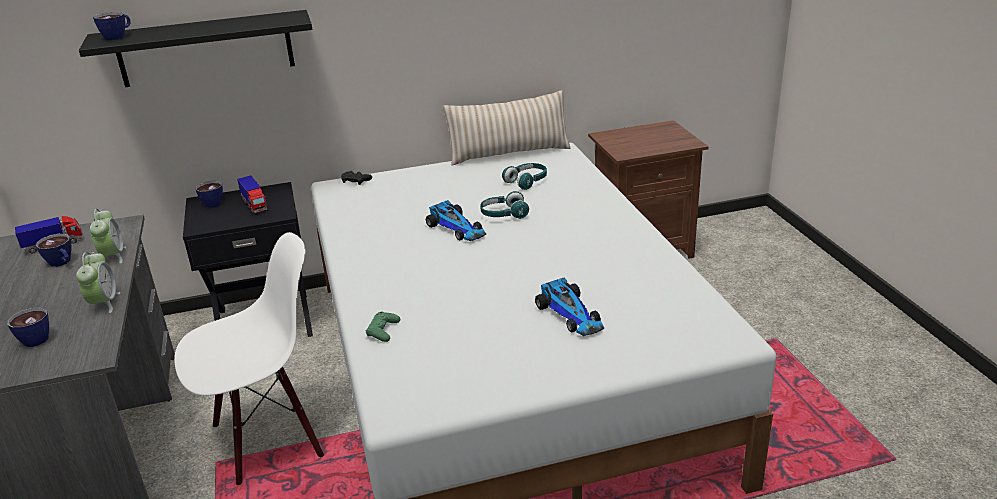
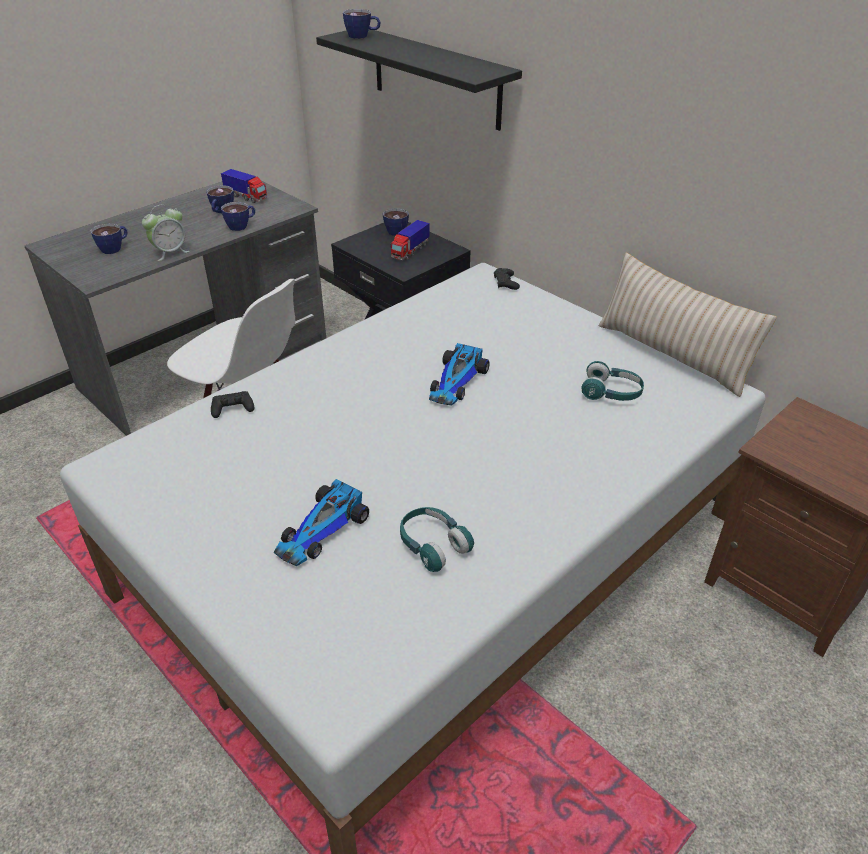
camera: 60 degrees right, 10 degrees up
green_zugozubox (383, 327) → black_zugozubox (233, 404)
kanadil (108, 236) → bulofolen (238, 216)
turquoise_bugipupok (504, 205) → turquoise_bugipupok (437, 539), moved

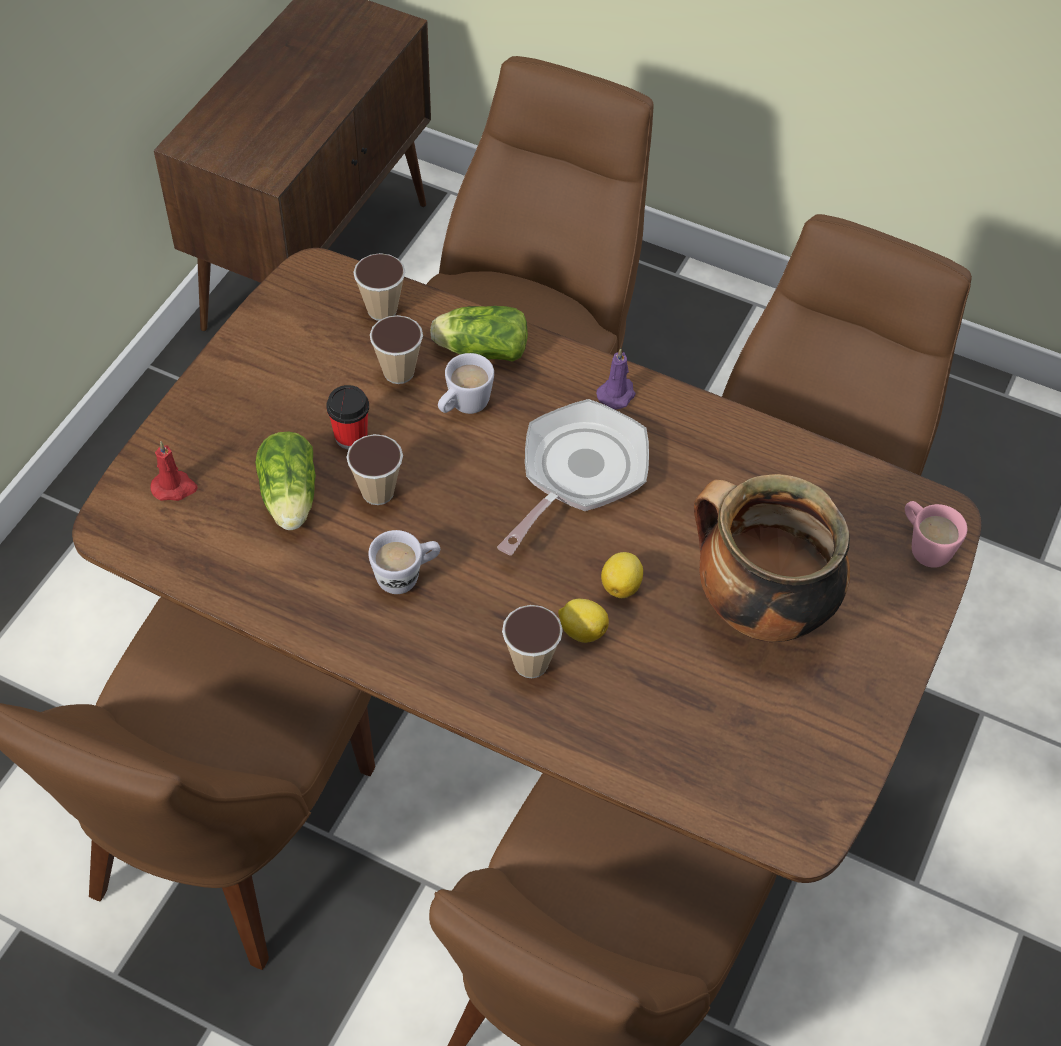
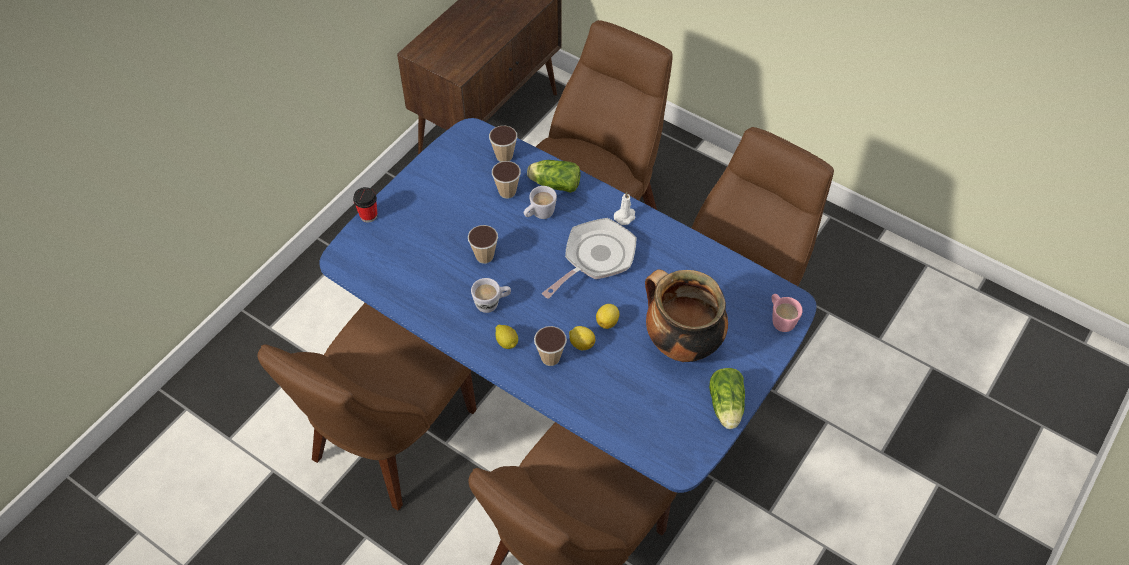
camera: 10 degrees right, 0 degrees up
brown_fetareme (526, 565) → blue_fetareme (567, 305)
bulofolen (347, 417) → bulofolen (365, 204), moved
- → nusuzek (506, 337)
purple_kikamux (616, 378) → white_kikamux (625, 208)
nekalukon (285, 481) → nekalukon (727, 398), moved
red_kikamux (174, 471) → -

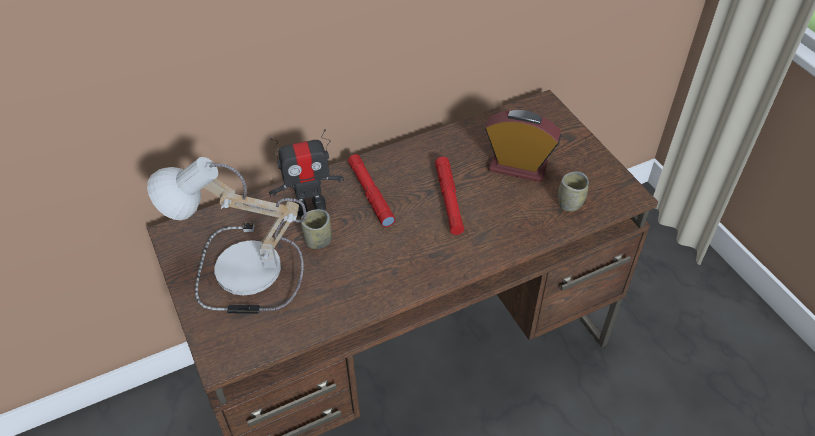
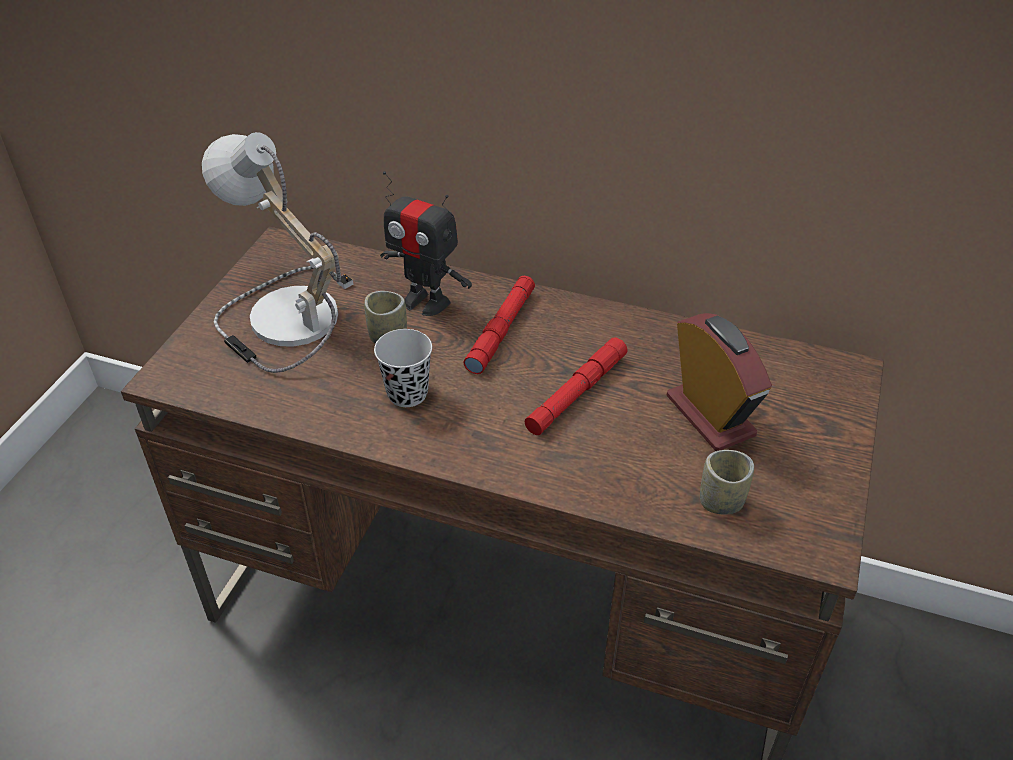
camera: 45 degrees right, 5 degrees down
- → black_bulofolen (403, 368)

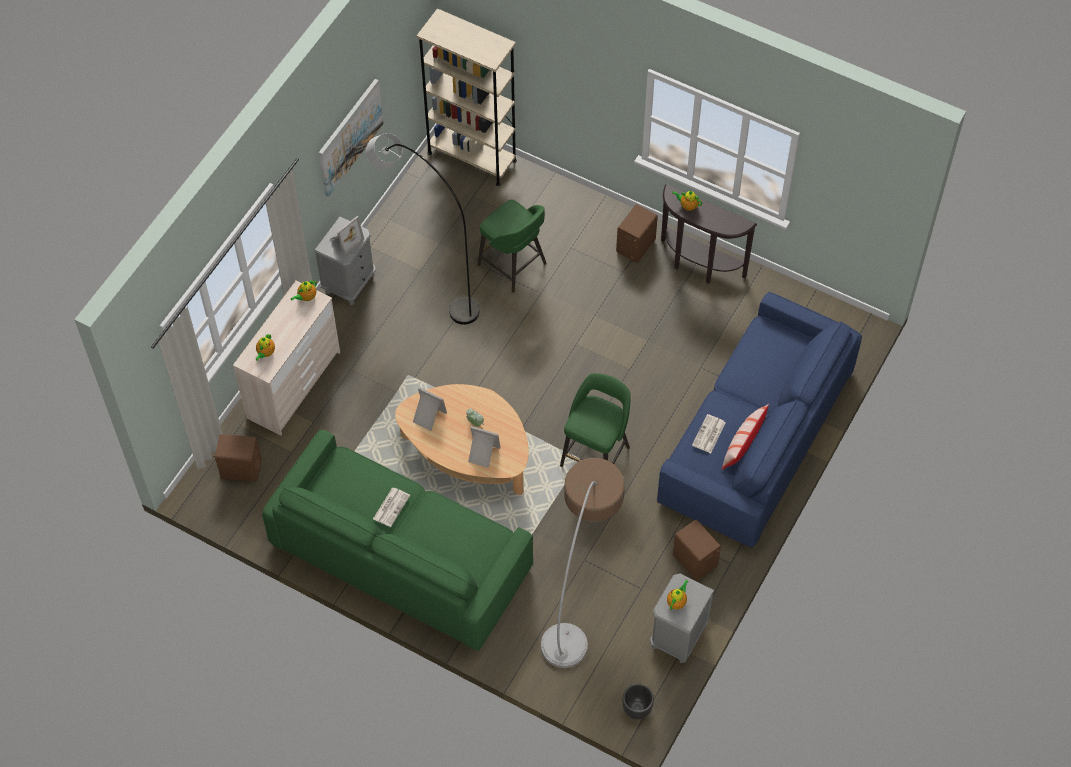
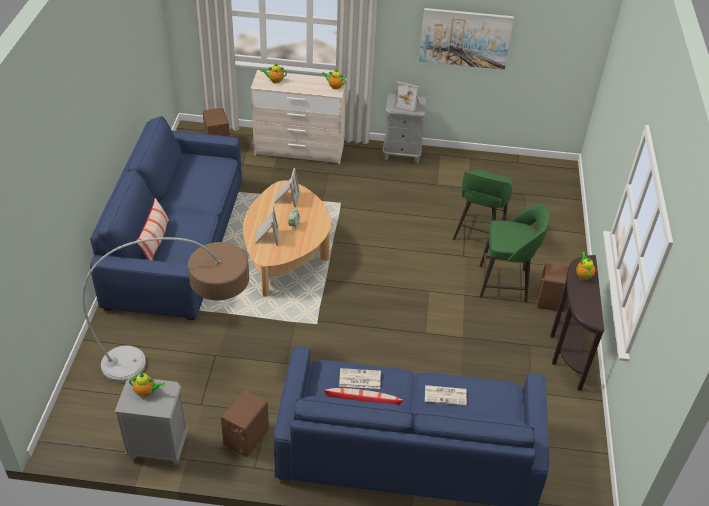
camera: 65 degrees right, 15 degrees down
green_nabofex (397, 540) → blue_nabofex (166, 218)
- → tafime (152, 229)
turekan (391, 507) → turekan (446, 395), moved
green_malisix (595, 420) → green_malisix (515, 253), moved
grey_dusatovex (422, 229) → -
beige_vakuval (466, 97) → -
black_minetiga (638, 701) → -

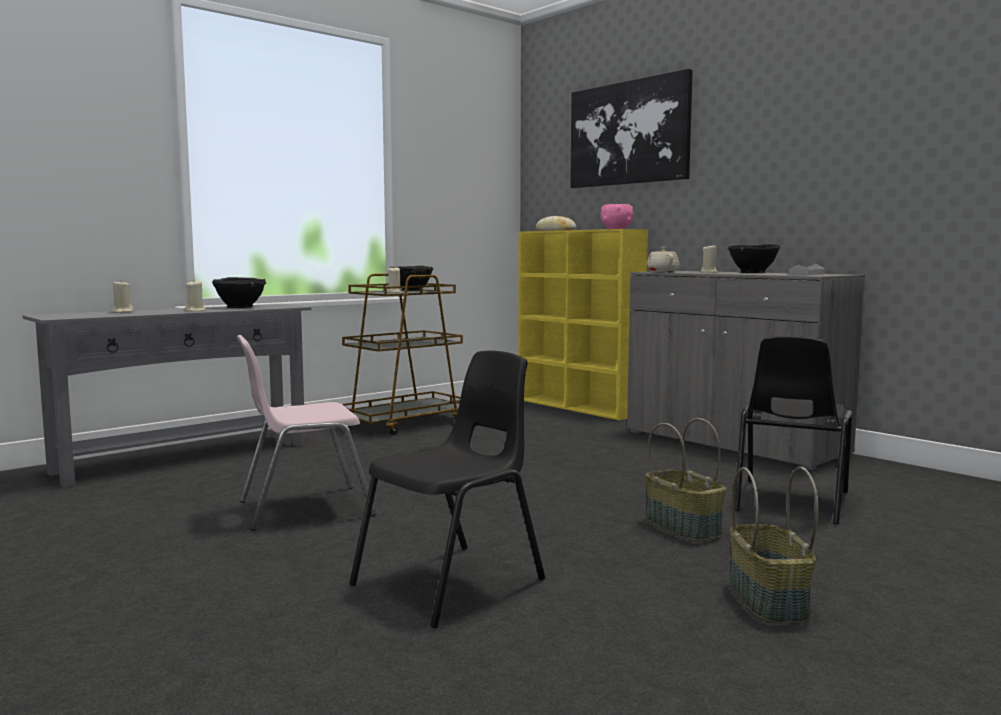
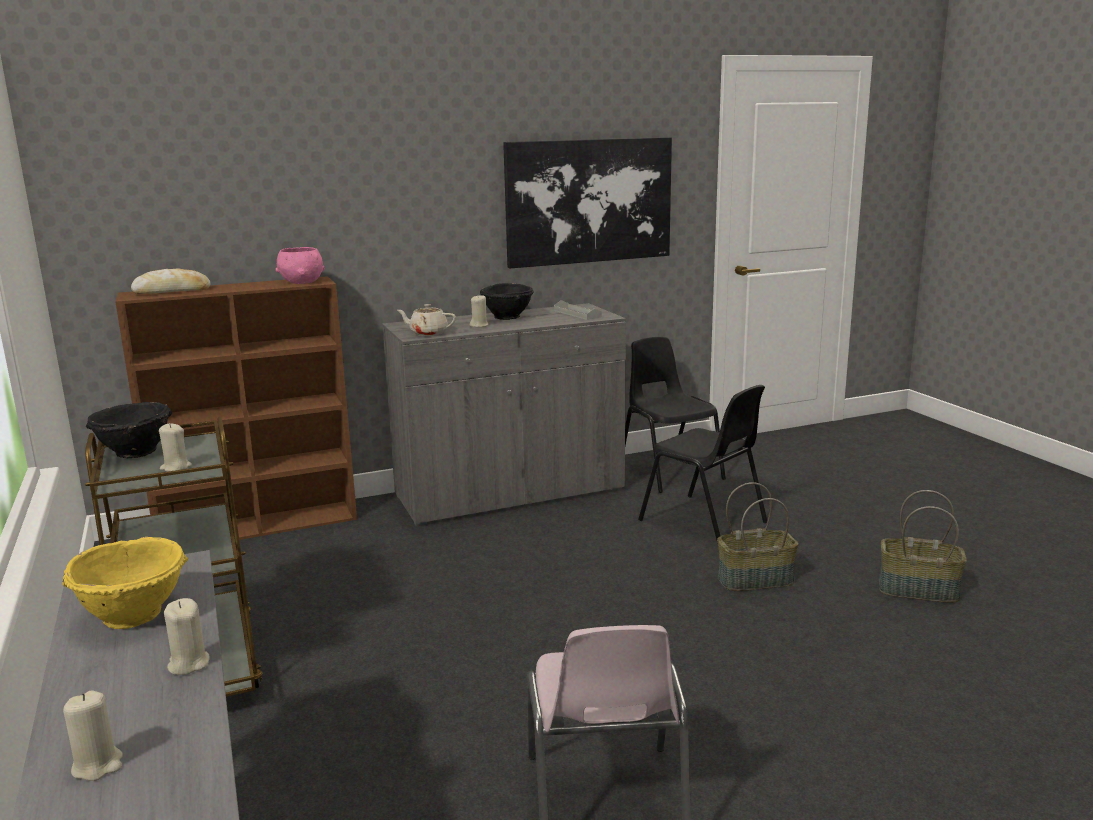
camera: 70 degrees left, 10 degrees up
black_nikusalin (239, 292) → yellow_nikusalin (125, 583)
yellow_vakuval (583, 324) → brown_vakuval (236, 408)
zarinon (631, 128) → zarinon (587, 202), moved
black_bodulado (447, 489) → black_bodulado (675, 415), moved

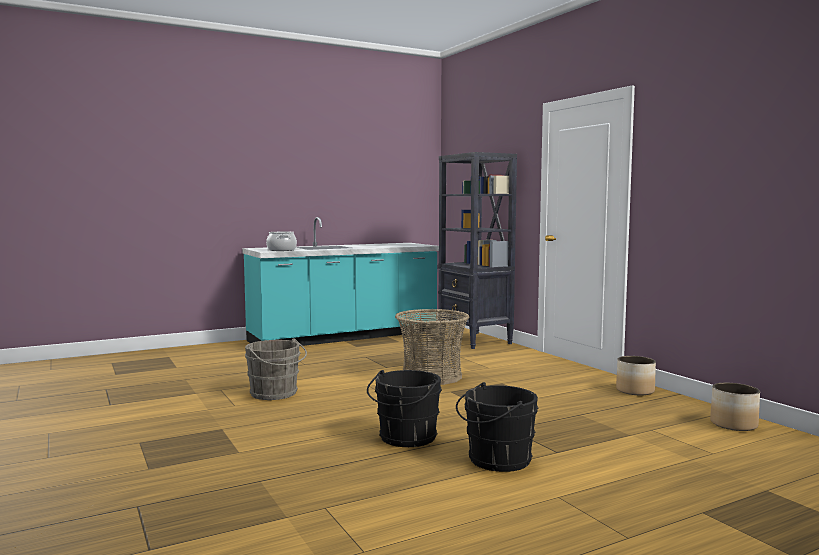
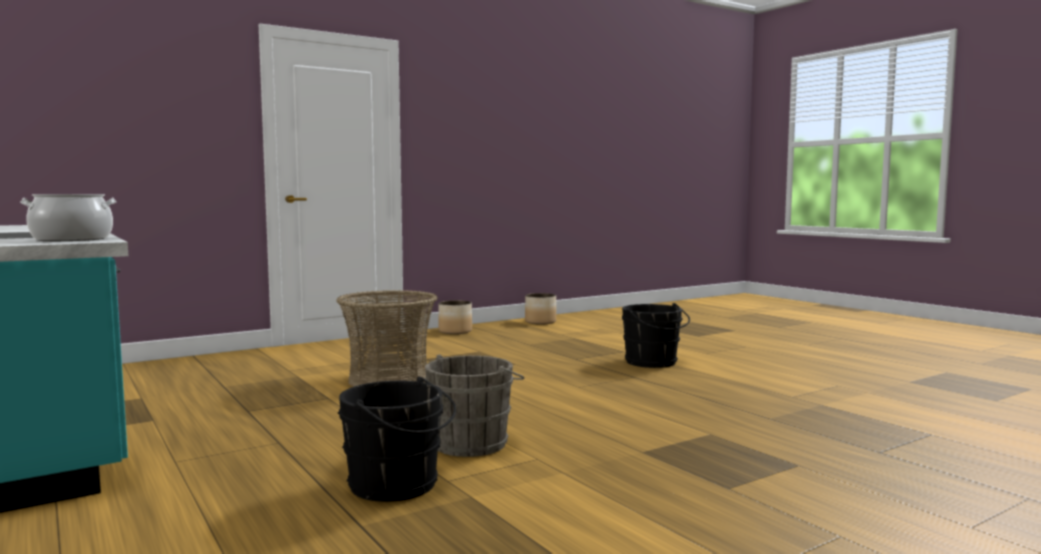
camera: 95 degrees left, 0 degrees up
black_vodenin (404, 408) → black_vodenin (397, 439), moved
black_vakuval (477, 250) → -

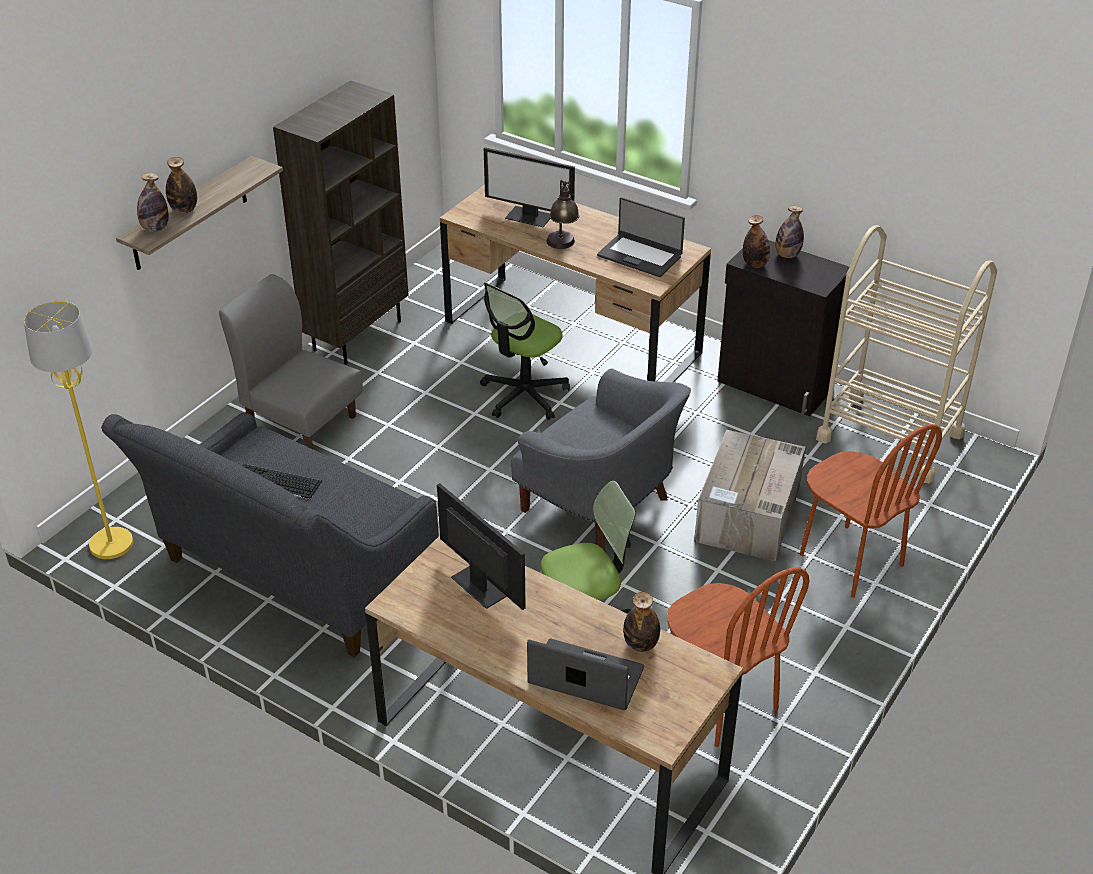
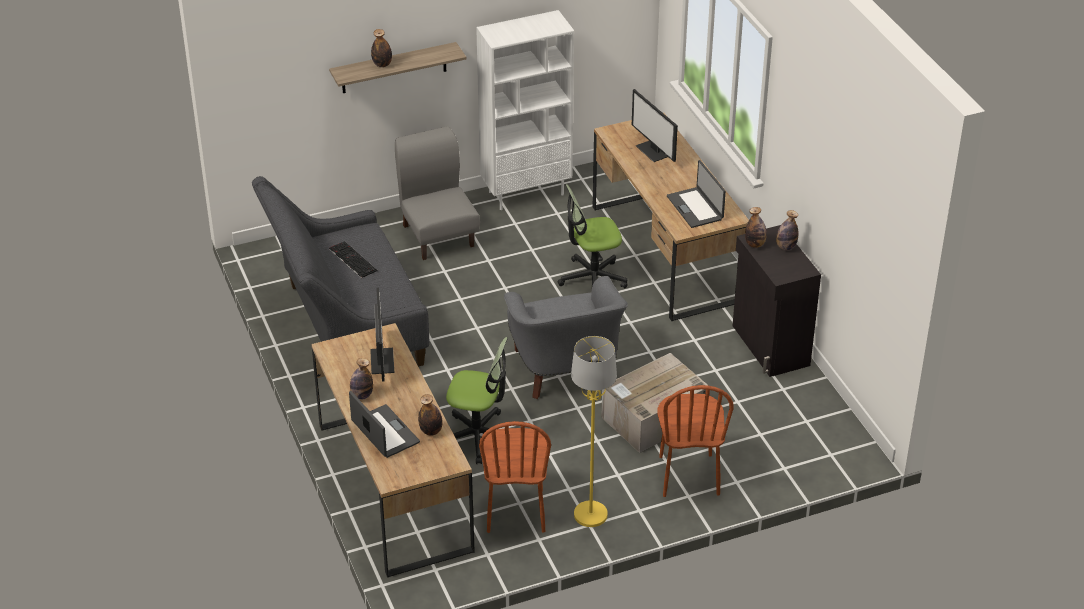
camera: 35 degrees right, 0 degrees up
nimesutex (152, 202) → nimesutex (361, 379), moved
brown_vakuval (341, 222) → white_vakuval (525, 110)
yellow_dusatovex (78, 430) → yellow_dusatovex (594, 431), moved
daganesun (562, 214) → -
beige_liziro (906, 354) → -

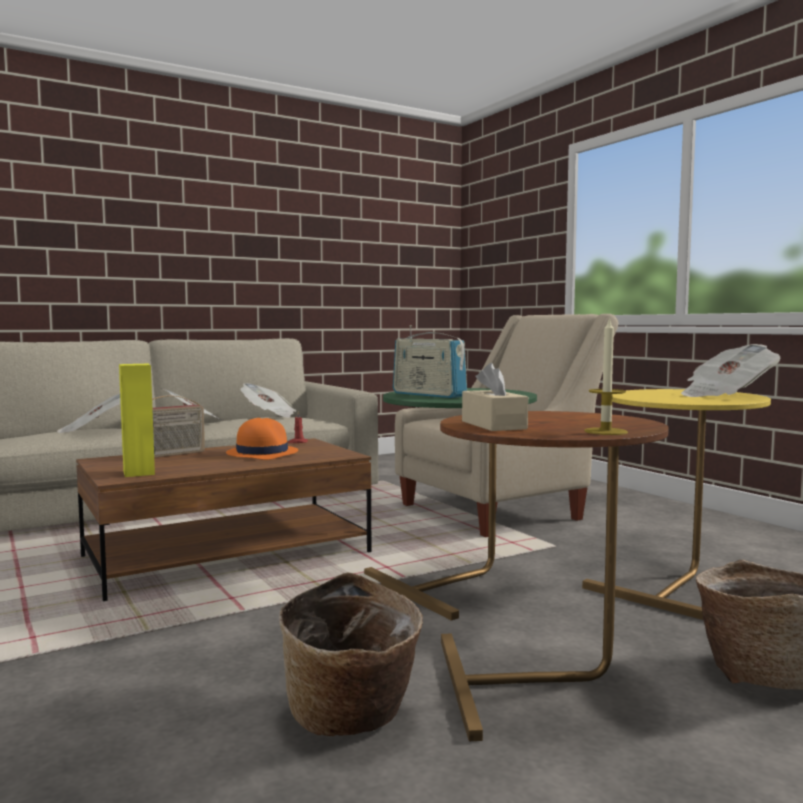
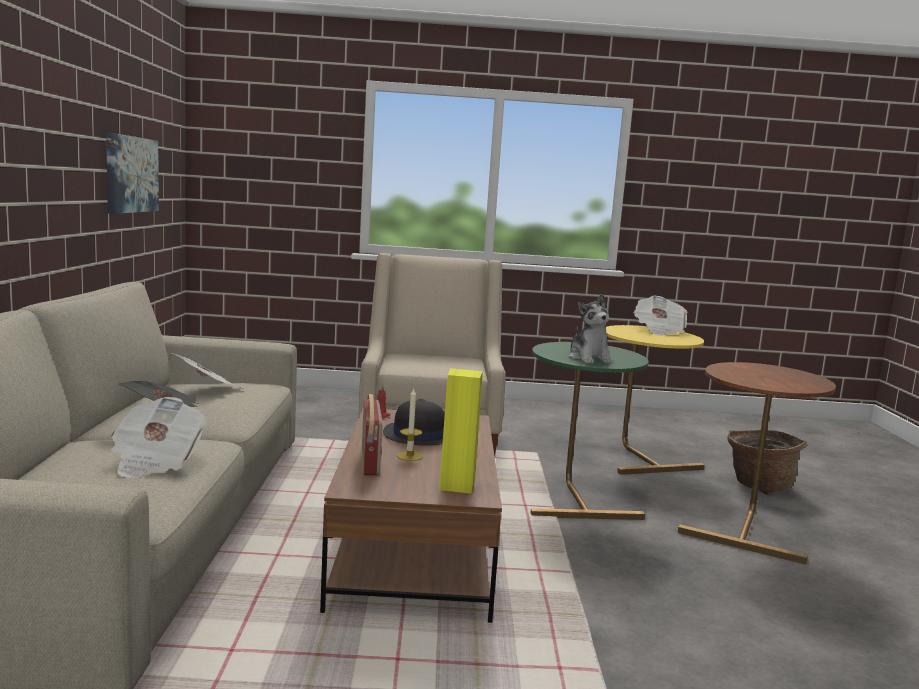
camera: 60 degrees left, 5 degrees up
- → zarinon (132, 173)
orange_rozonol (262, 439) → black_rozonol (414, 422)
kikamux (606, 376) → kikamux (410, 424), moved
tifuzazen (430, 361) → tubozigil (590, 329)
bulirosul (351, 654) → -
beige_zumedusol (495, 397) → -

